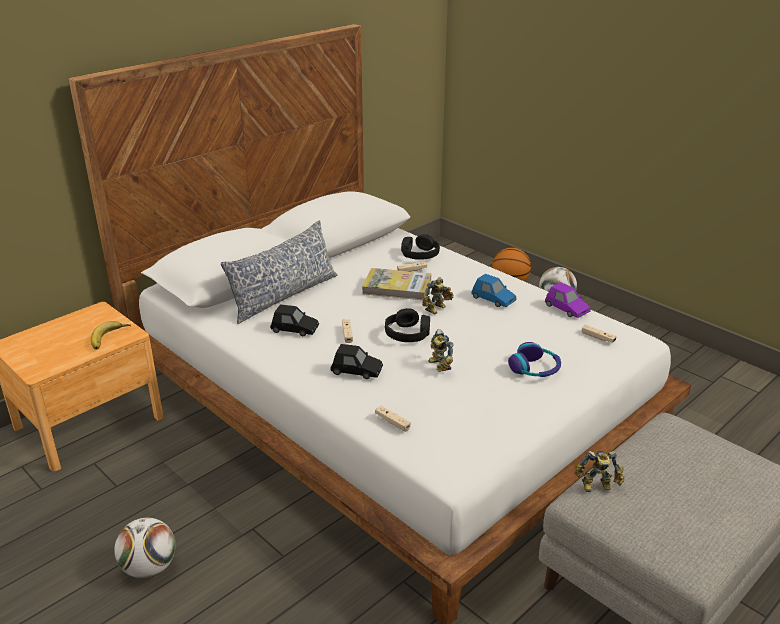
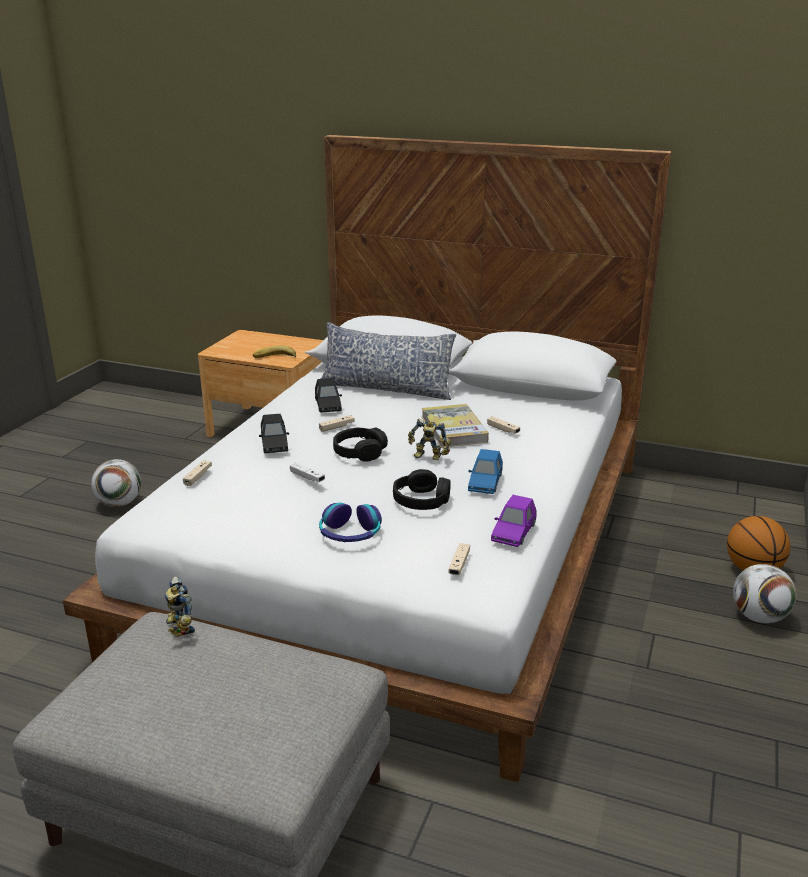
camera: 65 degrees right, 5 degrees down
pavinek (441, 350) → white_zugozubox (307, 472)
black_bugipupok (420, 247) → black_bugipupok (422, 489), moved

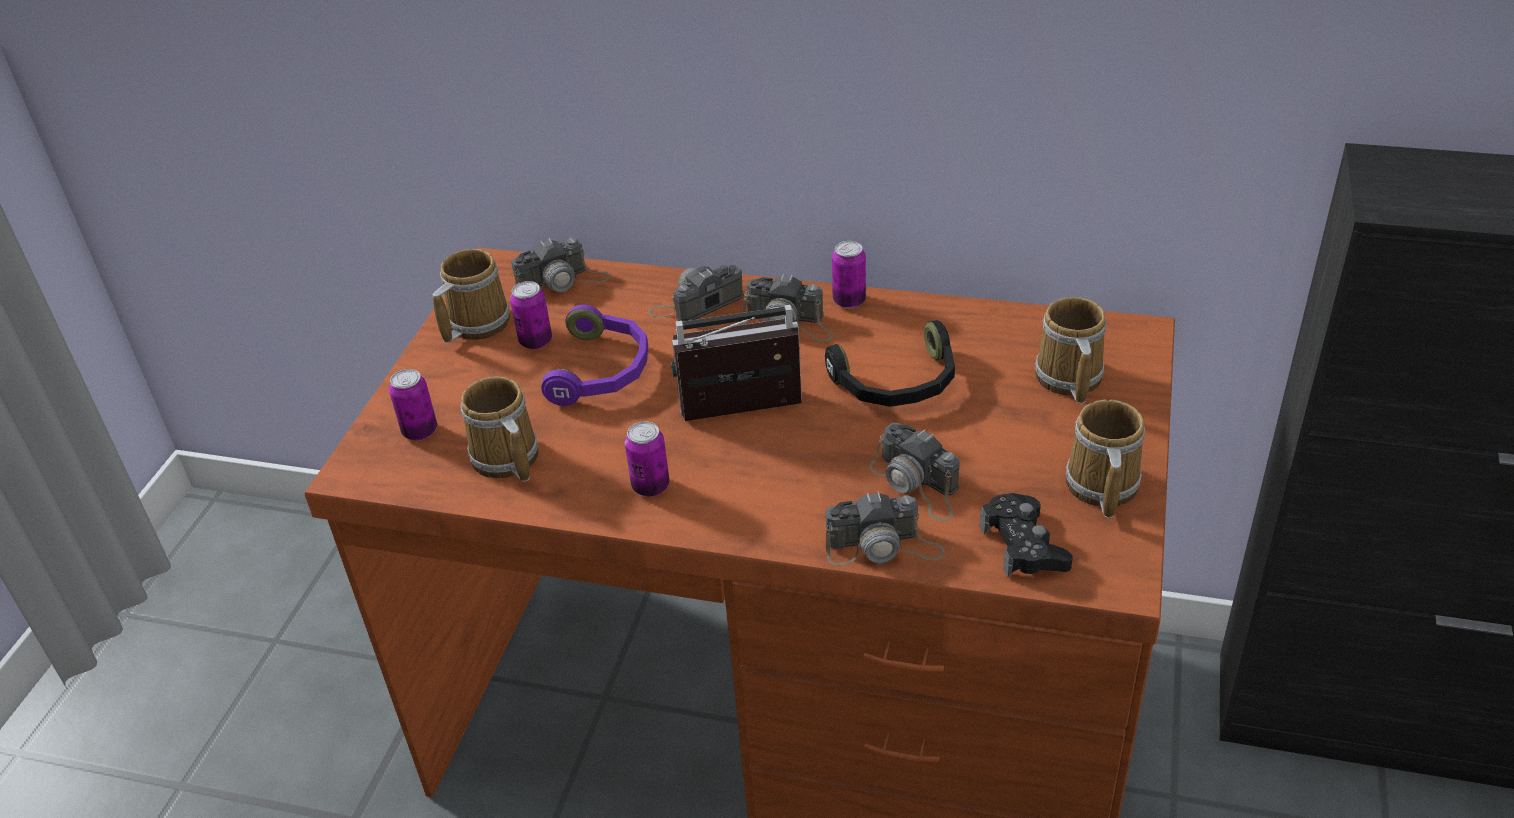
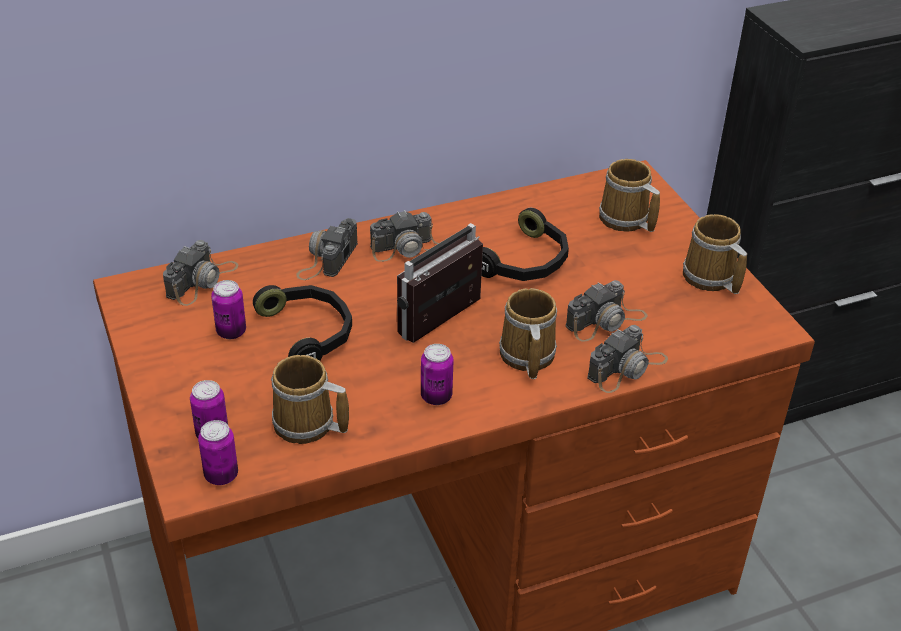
camera: 40 degrees left, 0 degrees up
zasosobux (849, 274) → zasosobux (218, 452), moved
purple_bugipupok (594, 355) → black_bugipupok (302, 323)
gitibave (471, 296) → gitibave (528, 333), moved
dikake (914, 472) → dikake (606, 311), 45 degrees counterclockwise
black_zugozubox (1026, 535) → -

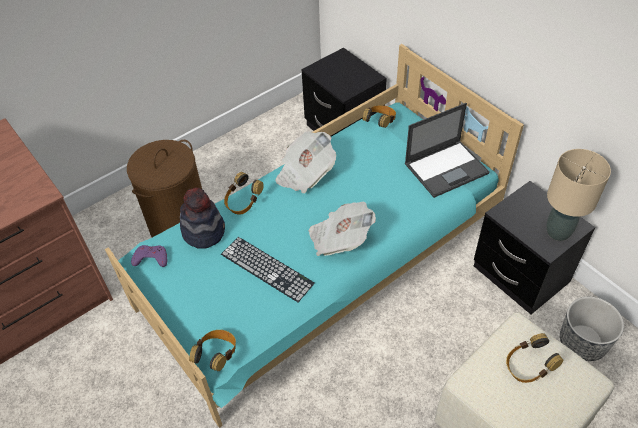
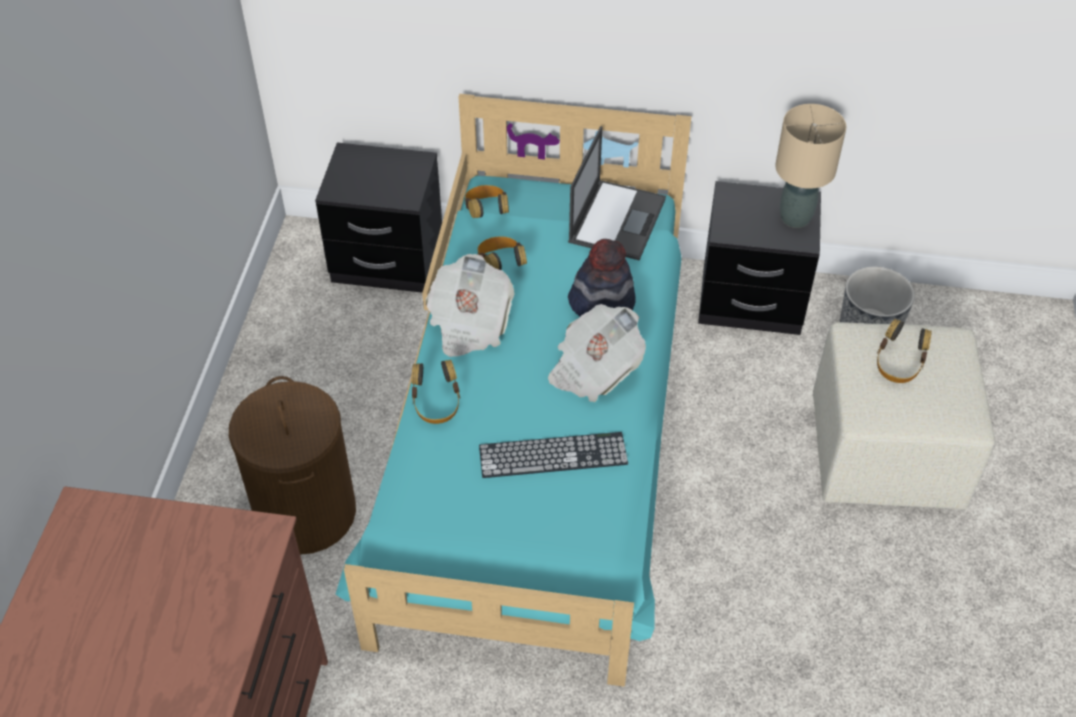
camera: 45 degrees left, 0 degrees up
bugipupok (212, 350) → bugipupok (502, 253), moved
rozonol (202, 218) → rozonol (602, 278), moved
purple_zugozubox (149, 256) → -

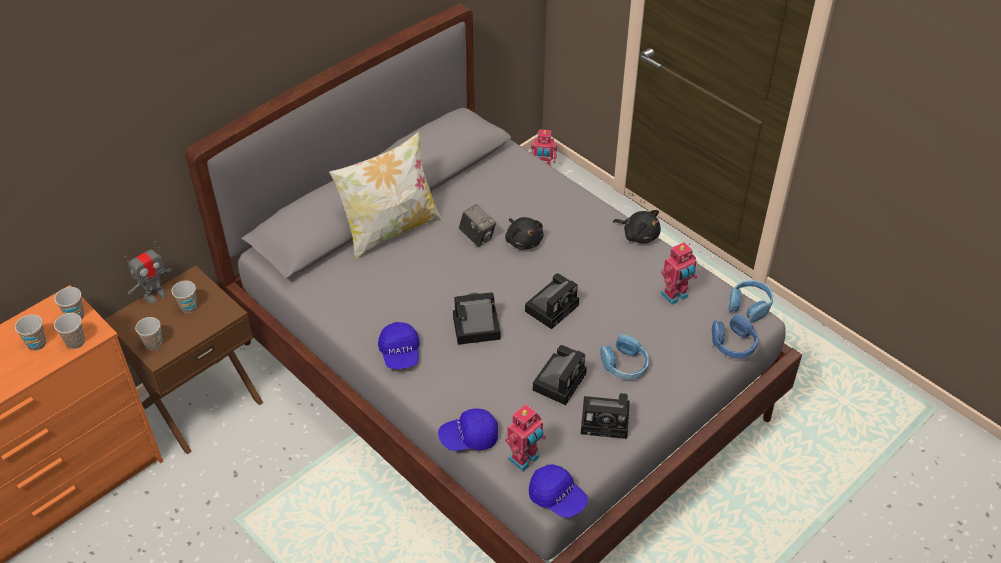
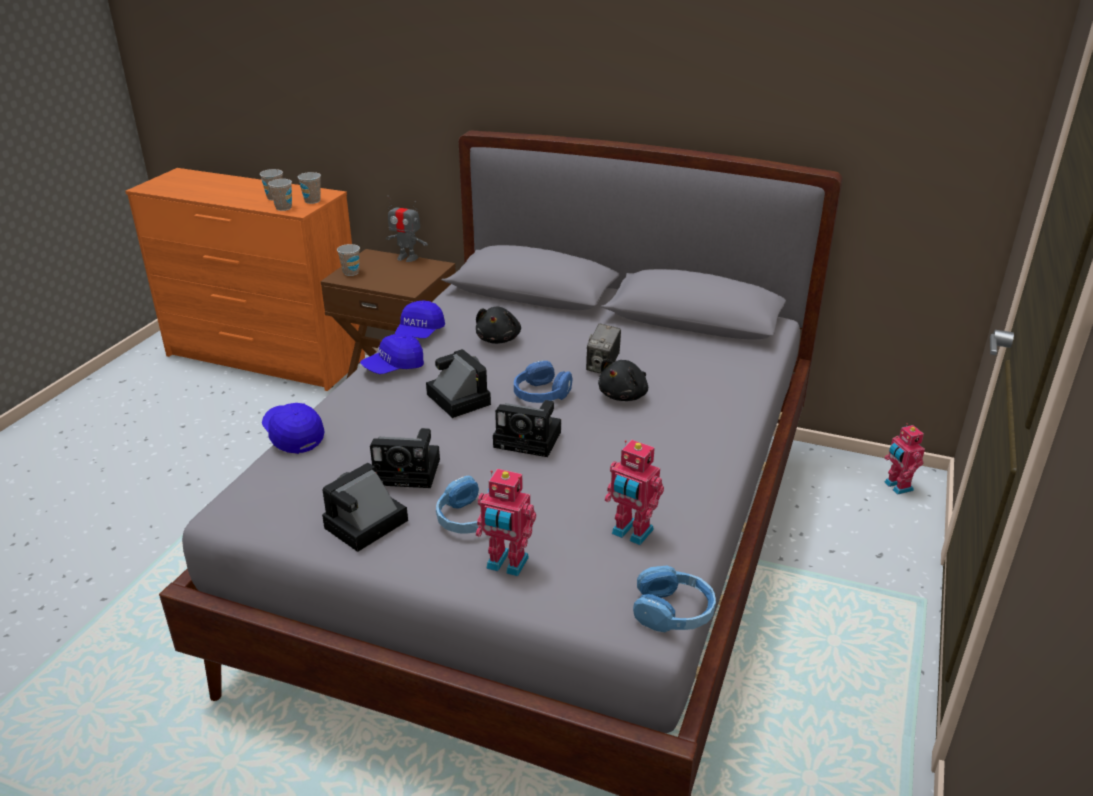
camera: 65 degrees right, 15 degrees down
dikake (605, 416) → dikake (365, 507), 60 degrees clockwise
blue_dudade (558, 491) → blue_dudade (420, 319), moved
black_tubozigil (637, 227) → black_tubozigil (498, 325), moved
pavinek (525, 437) → pavinek (506, 522), moved
blue_bugipupok (735, 336) → blue_bugipupok (543, 382), moved
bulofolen (184, 297) → -
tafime (385, 195) → -

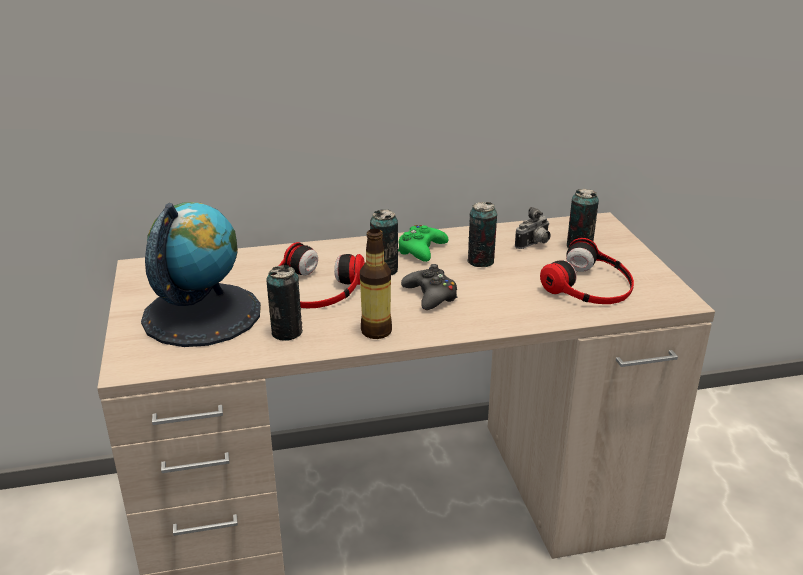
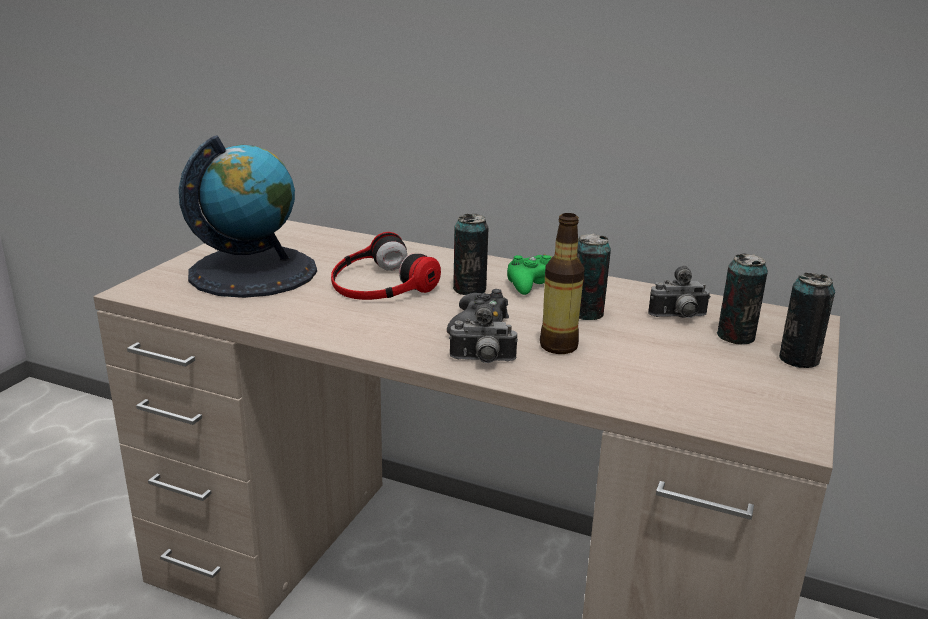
camera: 35 degrees right, 5 degrees down
- → dikake (483, 333)
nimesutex (376, 284) → nimesutex (562, 283), moved
zasosobux (284, 303) → zasosobux (807, 320), moved
bugipupok (587, 271) → -

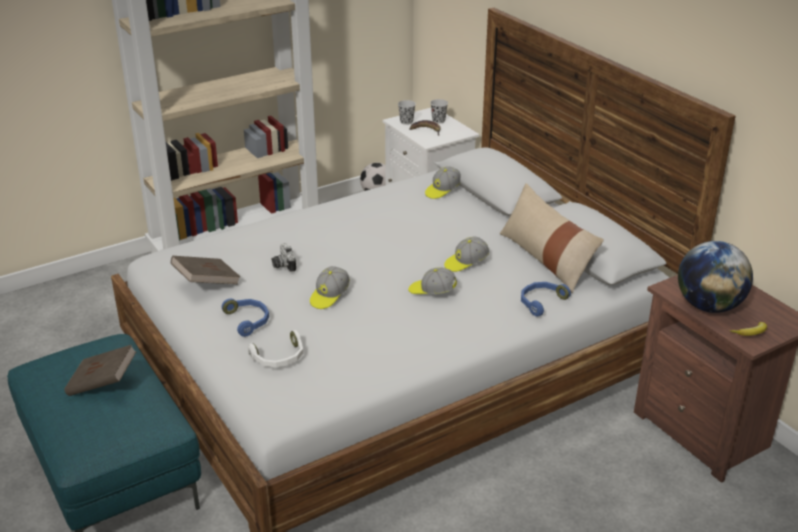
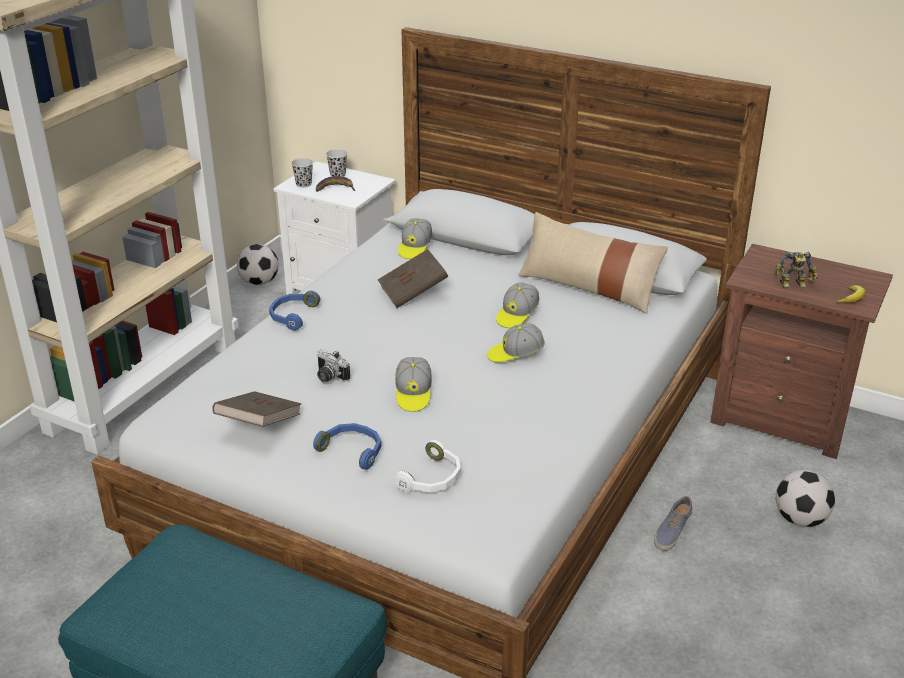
camera: 30 degrees left, 0 degrees up
blue_bugipupok (546, 299) → blue_bugipupok (294, 311), moved
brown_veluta (100, 370) → brown_veluta (413, 278), moved
- → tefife (673, 523)
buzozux (715, 277) → pavinek (796, 270)
- → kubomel (805, 498)

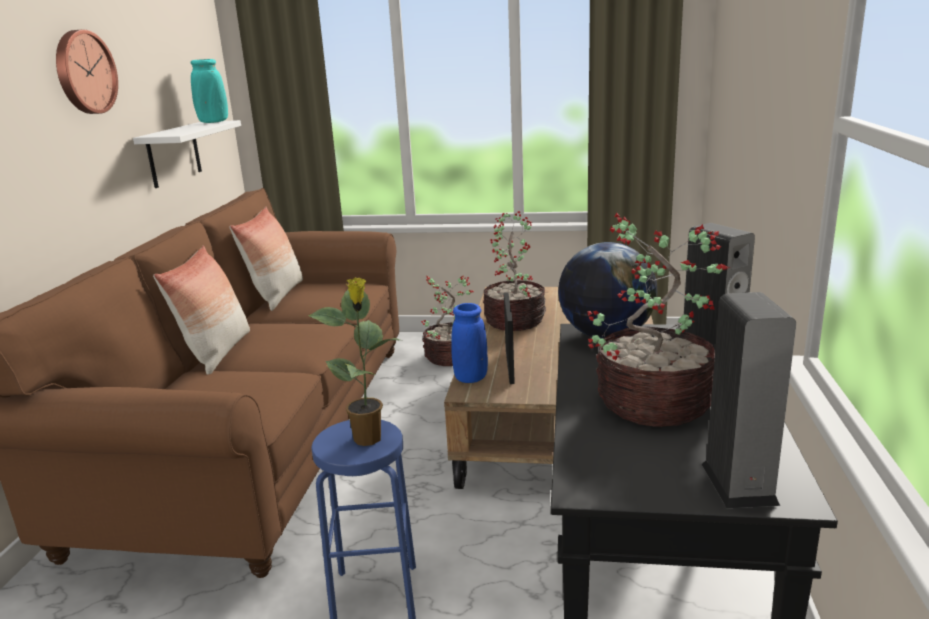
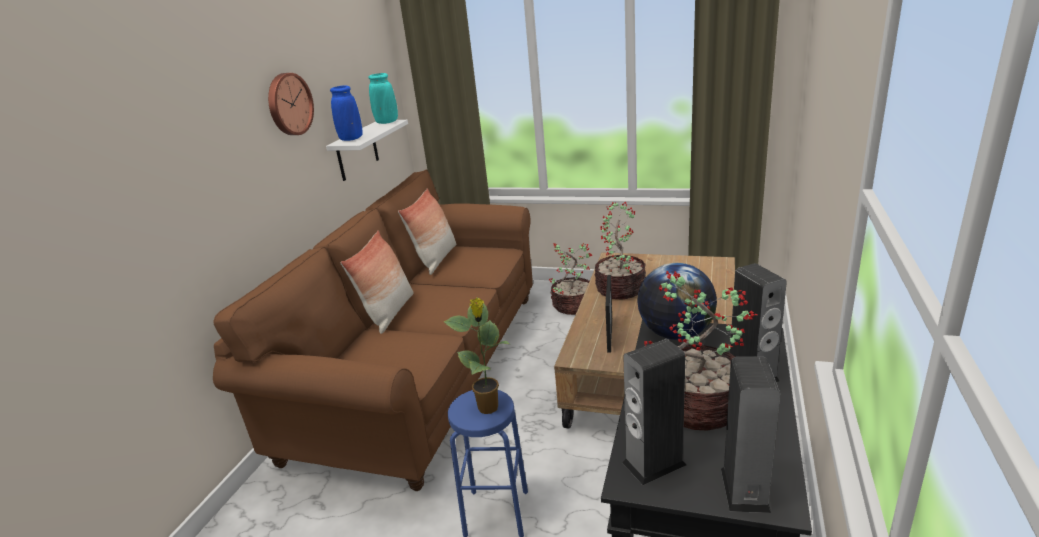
camera: 10 degrees right, 5 degrees up
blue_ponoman (469, 343) → blue_ponoman (346, 113), moved
- → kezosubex (654, 412)

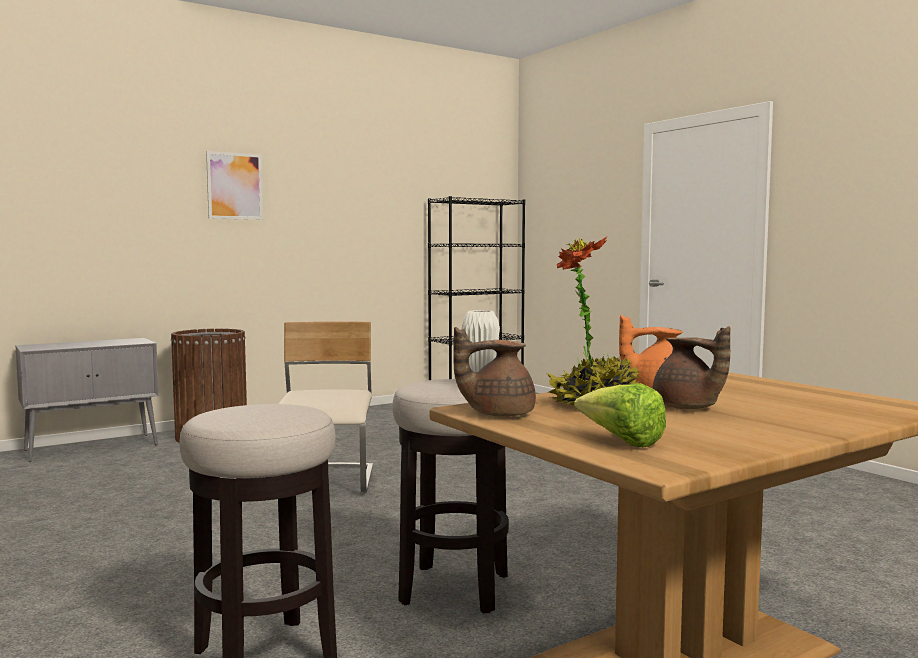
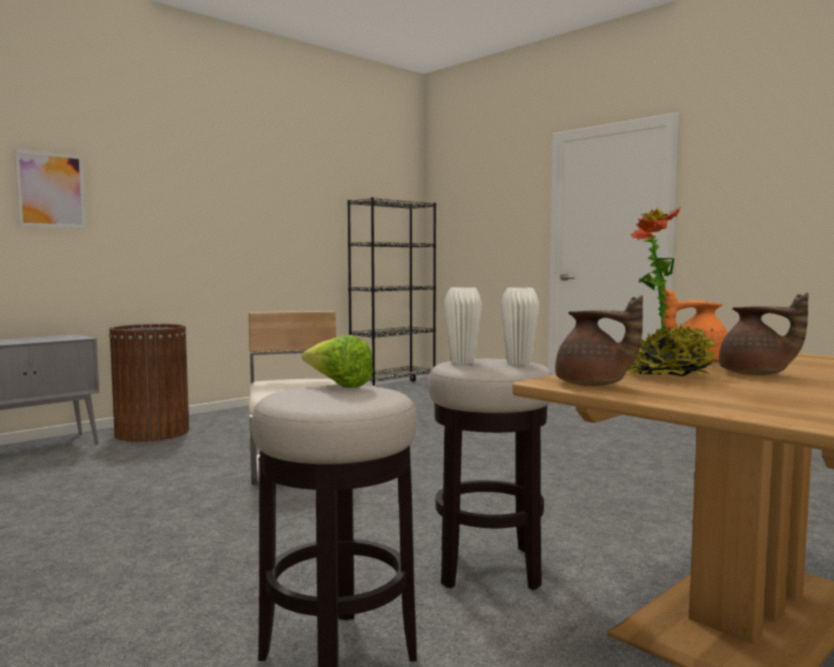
camera: 10 degrees left, 0 degrees up
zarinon (234, 185) → zarinon (50, 188), moved
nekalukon (620, 415) → nekalukon (337, 361), moved
- → white_ponoman (463, 325)
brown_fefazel (495, 372) → brown_fefazel (599, 340), 120 degrees counterclockwise

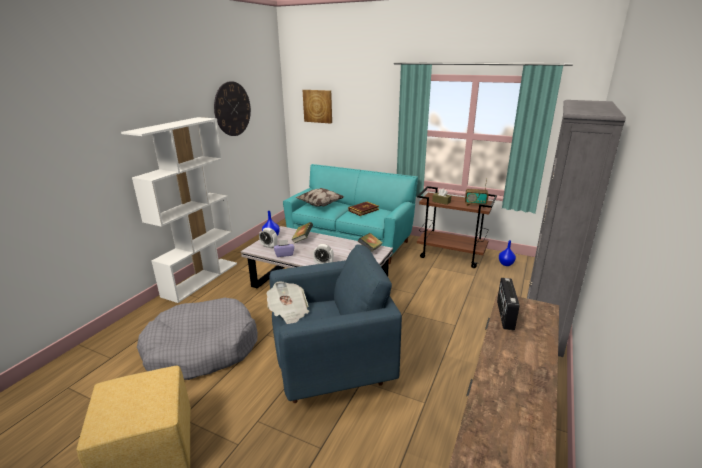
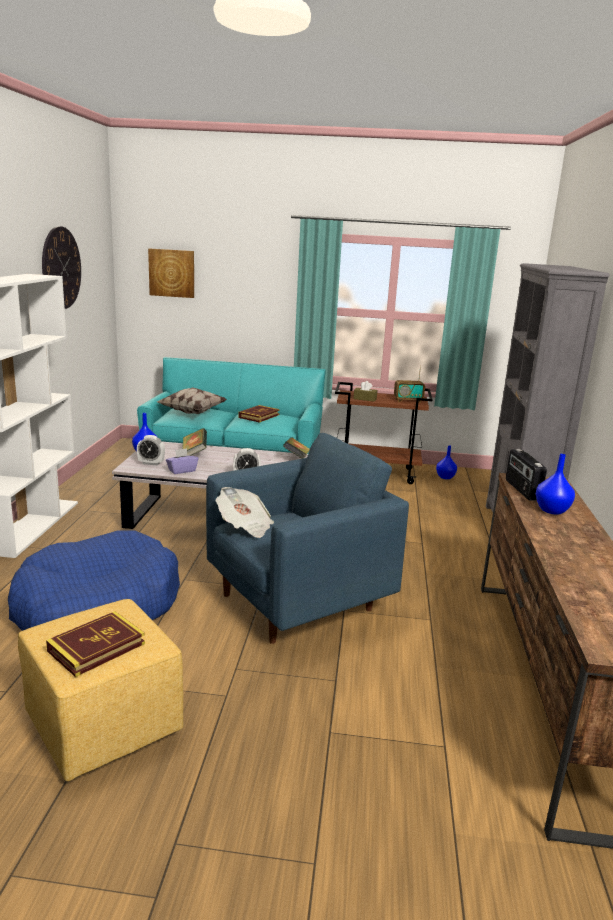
camera: 20 degrees left, 5 degrees down
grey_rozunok (197, 339) → blue_rozunok (94, 580)
- → veluta (95, 644)
- → blue_ponoman (555, 484)

